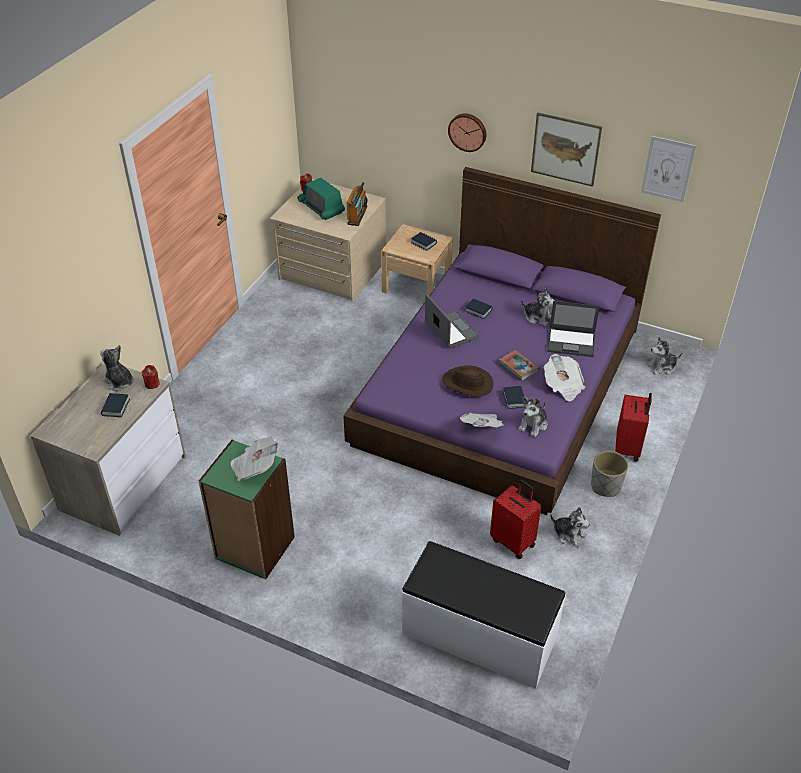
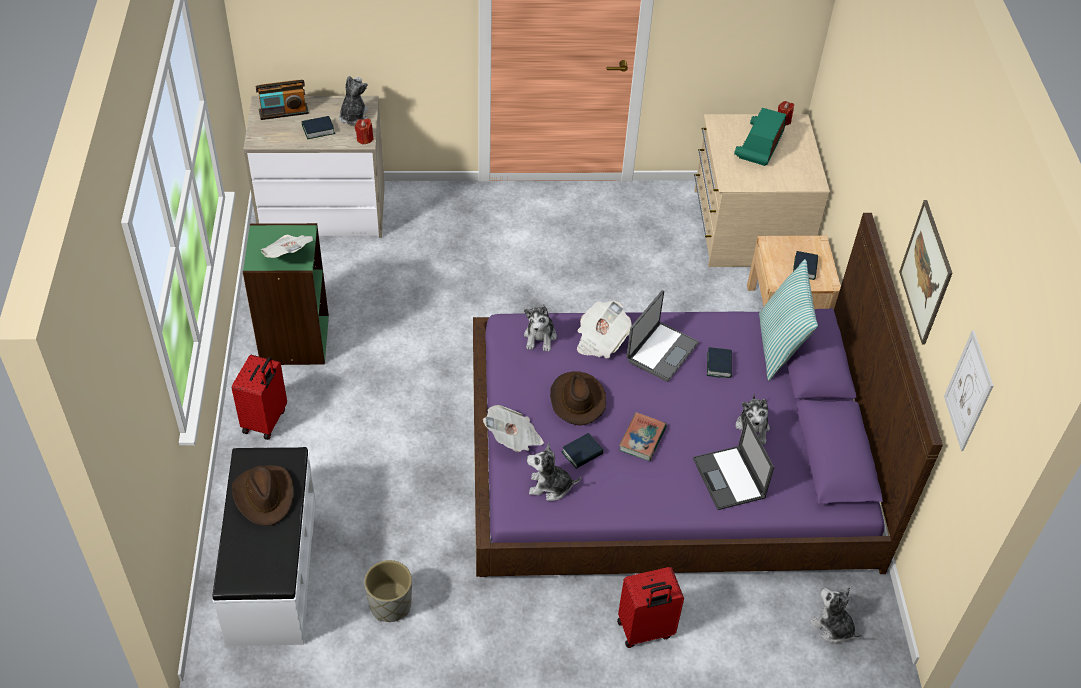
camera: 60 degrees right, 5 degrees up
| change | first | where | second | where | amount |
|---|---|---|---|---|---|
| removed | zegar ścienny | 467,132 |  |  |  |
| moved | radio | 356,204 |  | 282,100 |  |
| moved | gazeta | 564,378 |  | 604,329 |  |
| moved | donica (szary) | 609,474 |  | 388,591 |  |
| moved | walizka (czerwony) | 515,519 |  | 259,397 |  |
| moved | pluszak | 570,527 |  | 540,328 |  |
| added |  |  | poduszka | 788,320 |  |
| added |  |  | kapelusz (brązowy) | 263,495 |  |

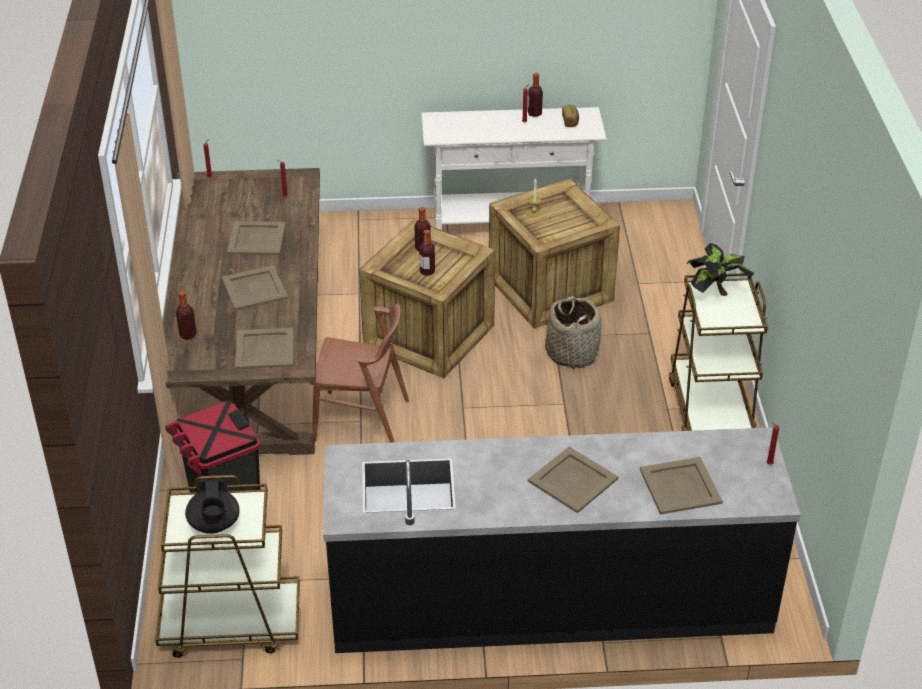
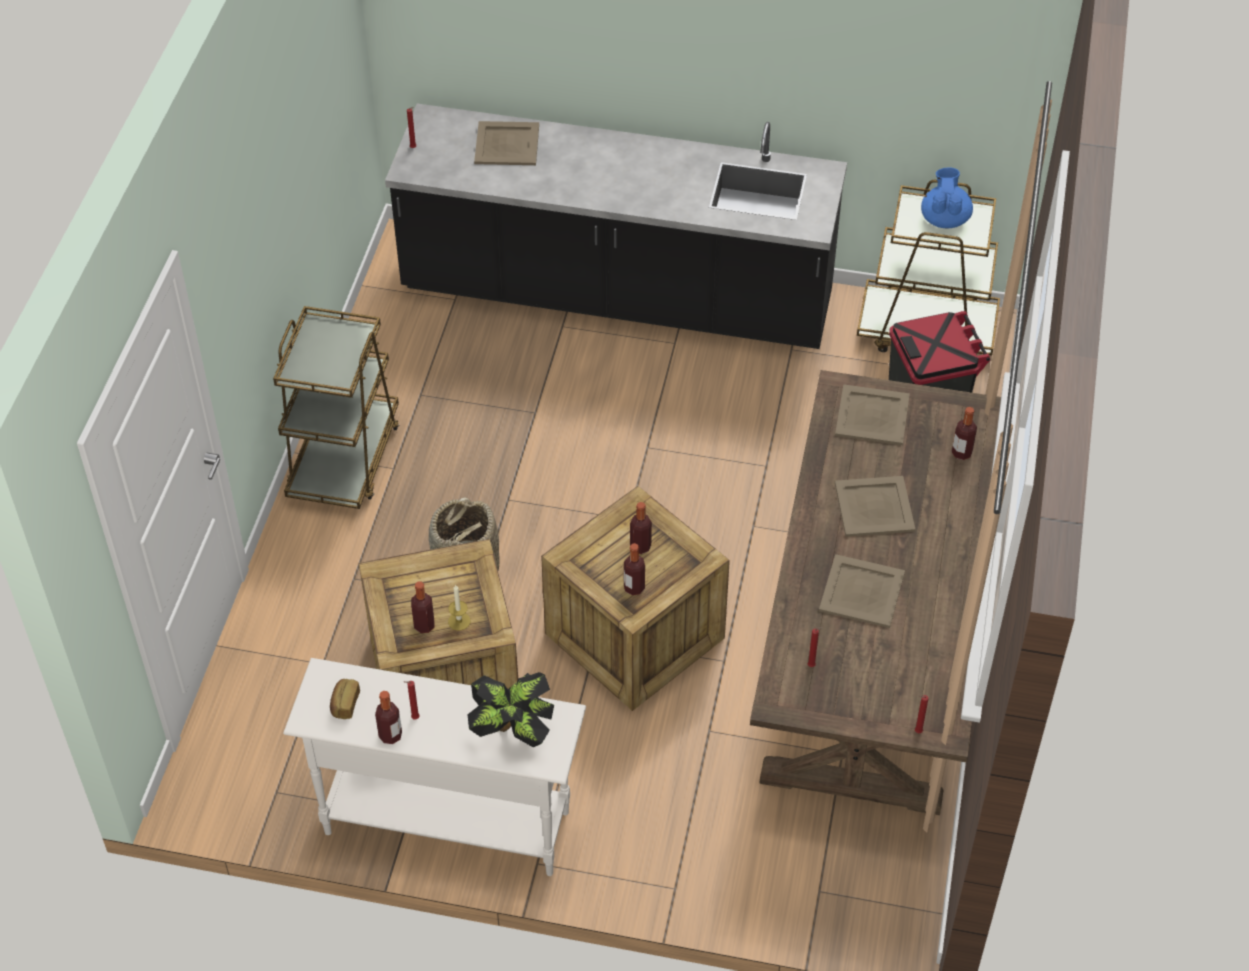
camera: 165 degrees left, 10 degrees up
| change | first | where | second | where | amount |
|---|---|---|---|---|---|
| moved | roślina doniczkowa | 720,269 |  | 511,709 |  |
| removed | krzesło (brązowy) | 359,373 |  |  |  |
| removed | taca (beżowy) | 573,480 |  |  |  |
| recoloured | imbryk (czarny) | 212,506 | imbryk (niebieski) | 947,197 |  |
| added |  |  | butelka | 423,607 |  |

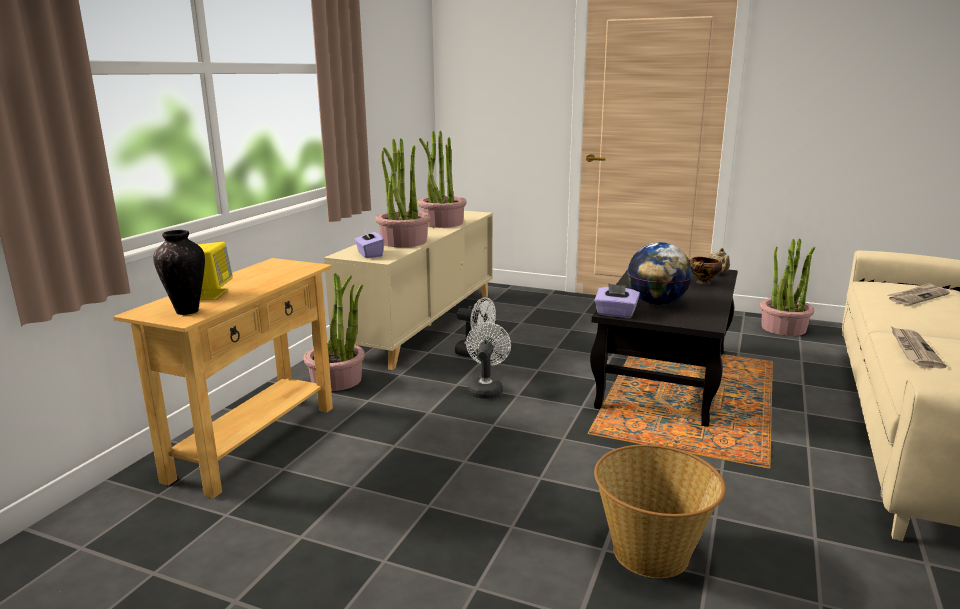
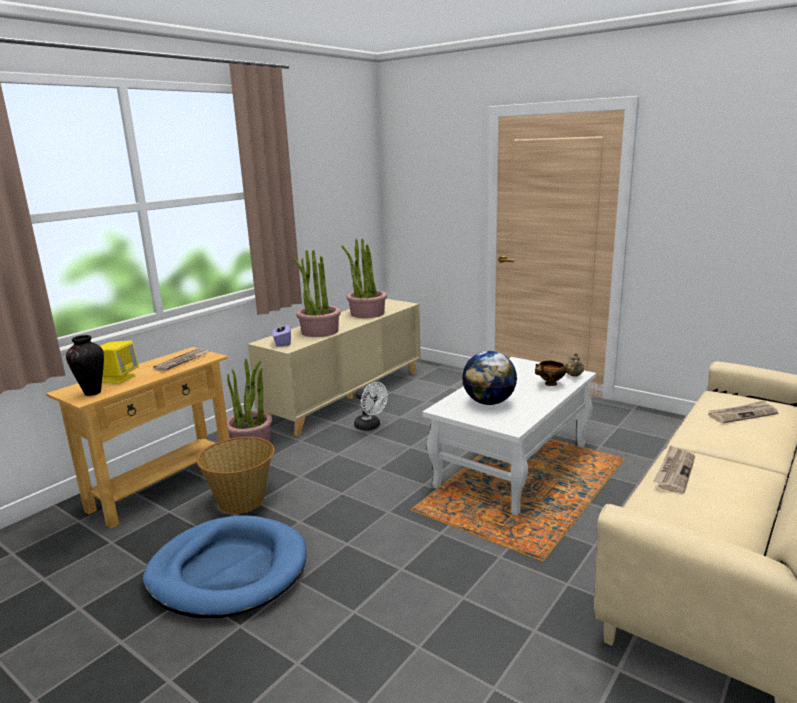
camera: 15 degrees right, 0 degrees up
| change | first | where | second | where | amount |
|---|---|---|---|---|---|
| removed | roślina doniczkowa | 787,287 |  |  |  |
| recoloured | ława (czarny) | 664,348 | ława (biały) | 509,436 |  |
| removed | pudełko chusteczek (fioletowy) | 617,300 |  |  |  |
| removed | wentylator (biały) | 488,360 |  |  |  |
| moved | koszyk | 660,511 |  | 236,475 |  |
| added |  |  | gazeta | 181,359 |  |
| added |  |  | legowisko (niebieski) | 224,566 |  |

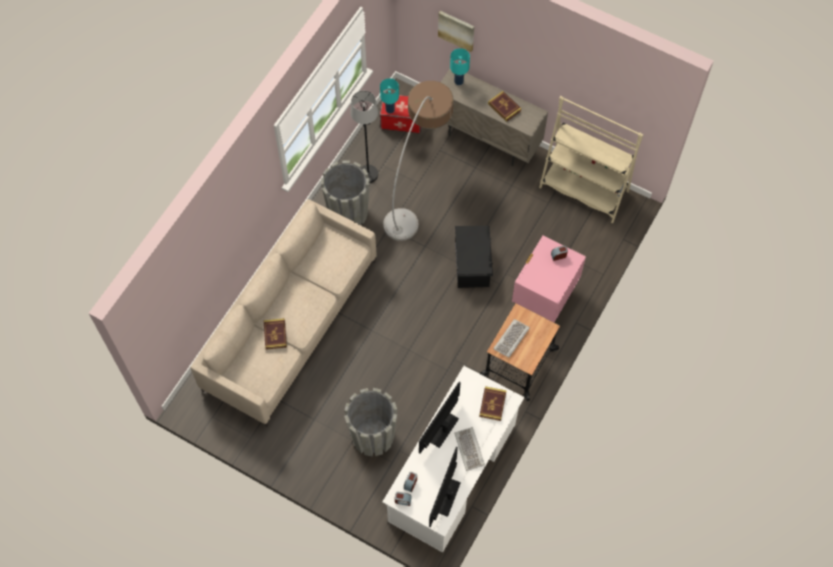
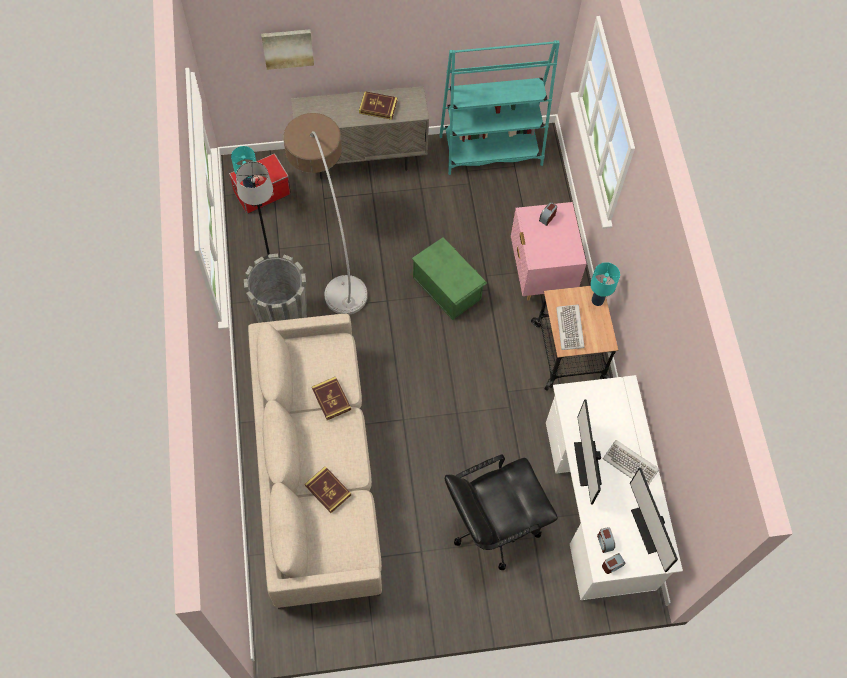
camera: 40 degrees left, 0 degrees up
| change | first | where | second | where | amount |
|---|---|---|---|---|---|
| moved | lampa stołowa (turkusowy) | 460,66 |  | 605,284 |  |
| recoloured | regał (beżowy) | 591,159 | regał (turkusowy) | 500,107 |  |
| recoloured | pojemnik do przechowywania (czarny) | 474,257 | pojemnik do przechowywania (zielony) | 449,278 |  |
| moved | książka | 493,403 |  | 331,398 |  |
| replaced | donica (szary) | 370,422 | krzesło biurowe (czarny) | 501,512 |  |

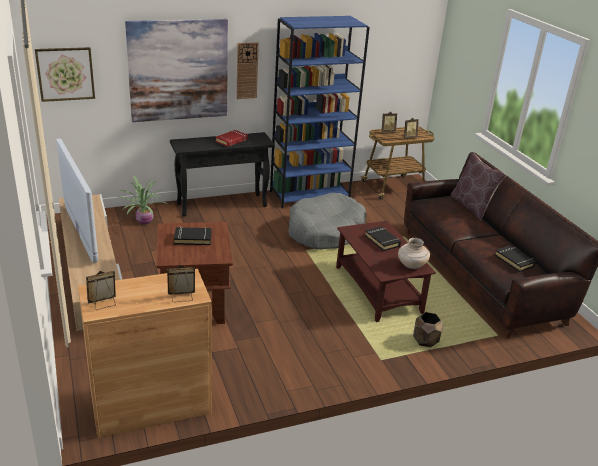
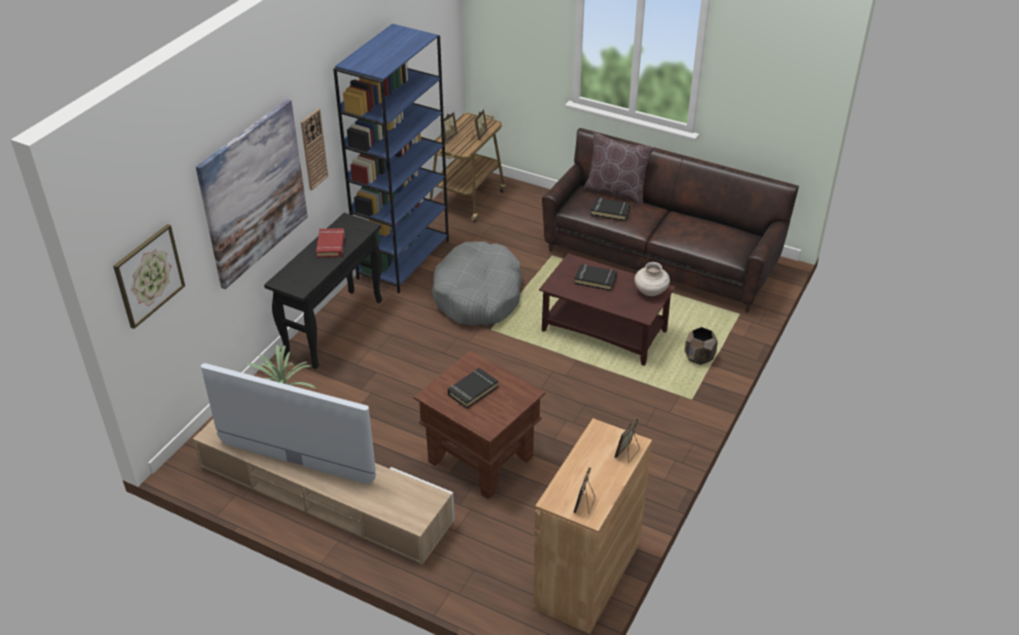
camera: 40 degrees left, 10 degrees up
| change | first | where | second | where | amount |
|---|---|---|---|---|---|
| moved | książka (czarny) | 515,258 |  | 610,209 |  |

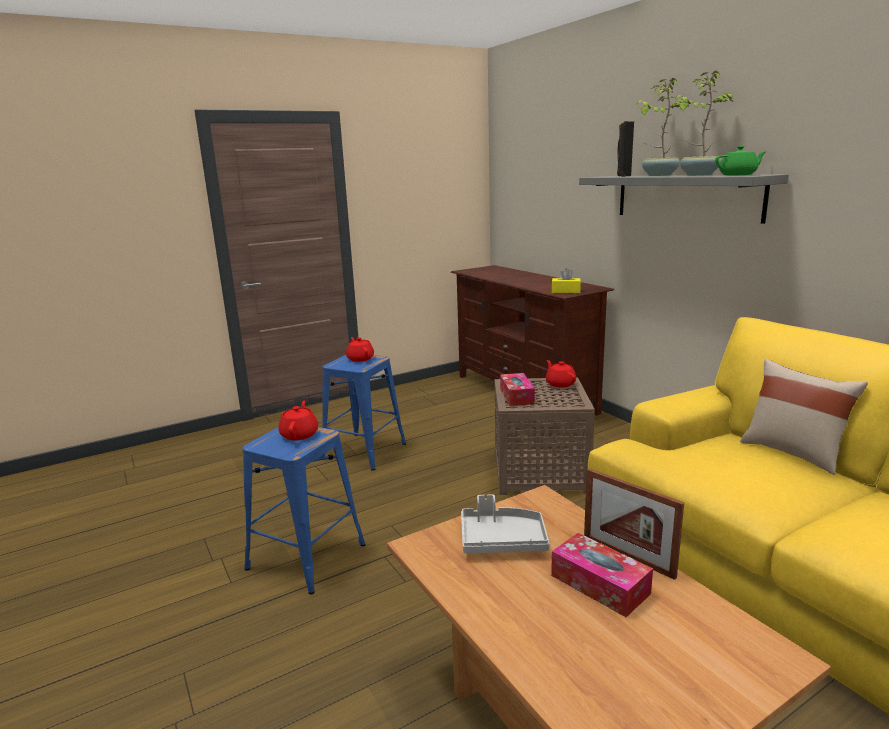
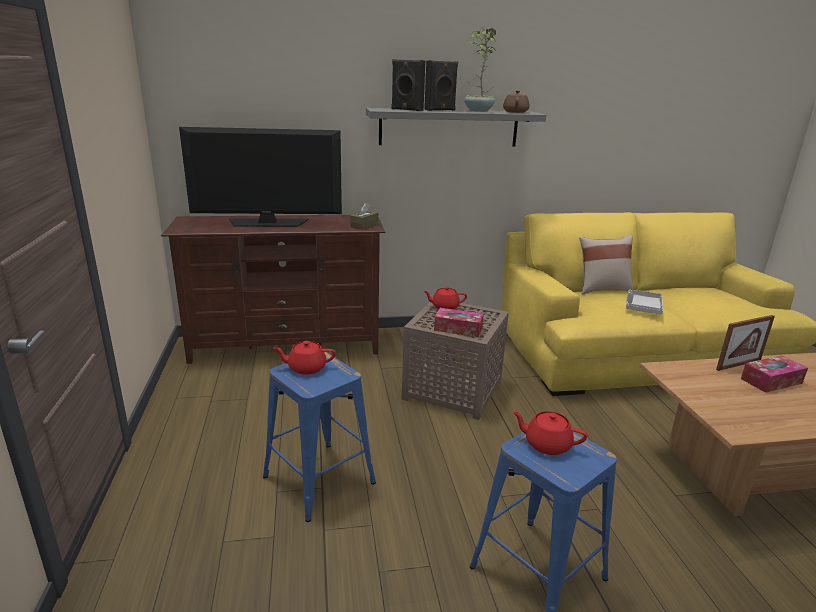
camera: 70 degrees left, 5 degrees up
| change | first | where | second | where | amount |
|---|---|---|---|---|---|
| replaced | roślina doniczkowa | 663,127 | głośnik (czarny) | 441,85 |  |
| recoloured | imbryk (zielony) | 741,160 | imbryk (brązowy) | 516,101 |  |
| recoloured | pudełko chusteczek (żółty) | 566,280 | pudełko chusteczek (brązowy) | 364,216 |  |
| moved | taca (szary) | 505,523 |  | 644,302 |  |
| added |  |  | telewizor | 260,177 |  |

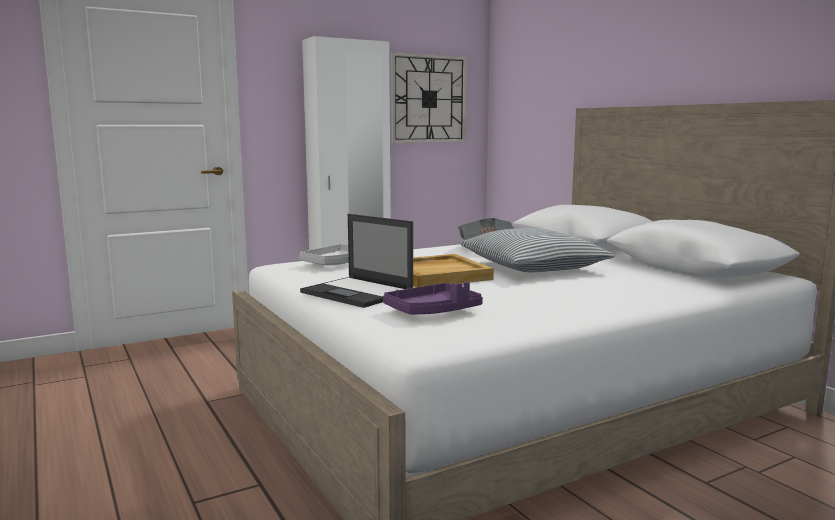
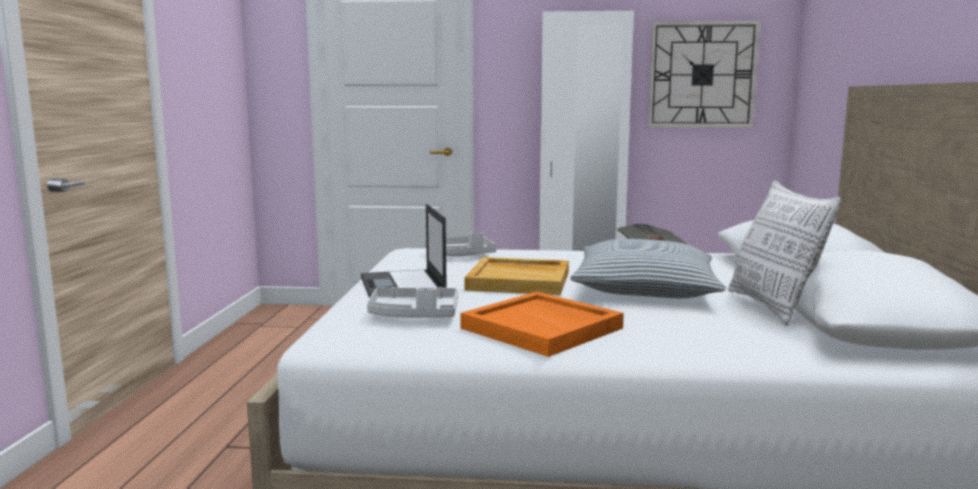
camera: 35 degrees right, 0 degrees up
| change | first | where | second | where | amount |
|---|---|---|---|---|---|
| recoloured | taca (fioletowy) | 433,297 | taca (szary) | 412,302 |  |
| added |  |  | poduszka | 785,253 |  |
| added |  |  | taca (pomarańczowy) | 542,324 |  |

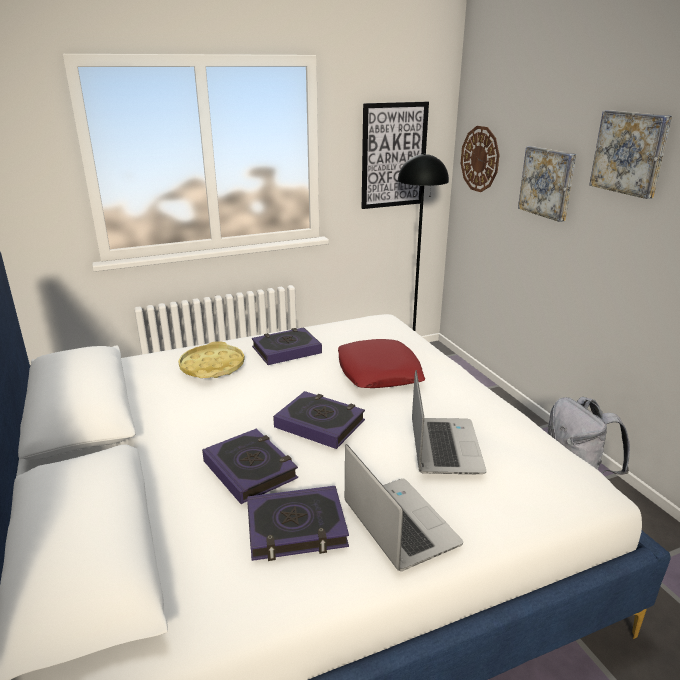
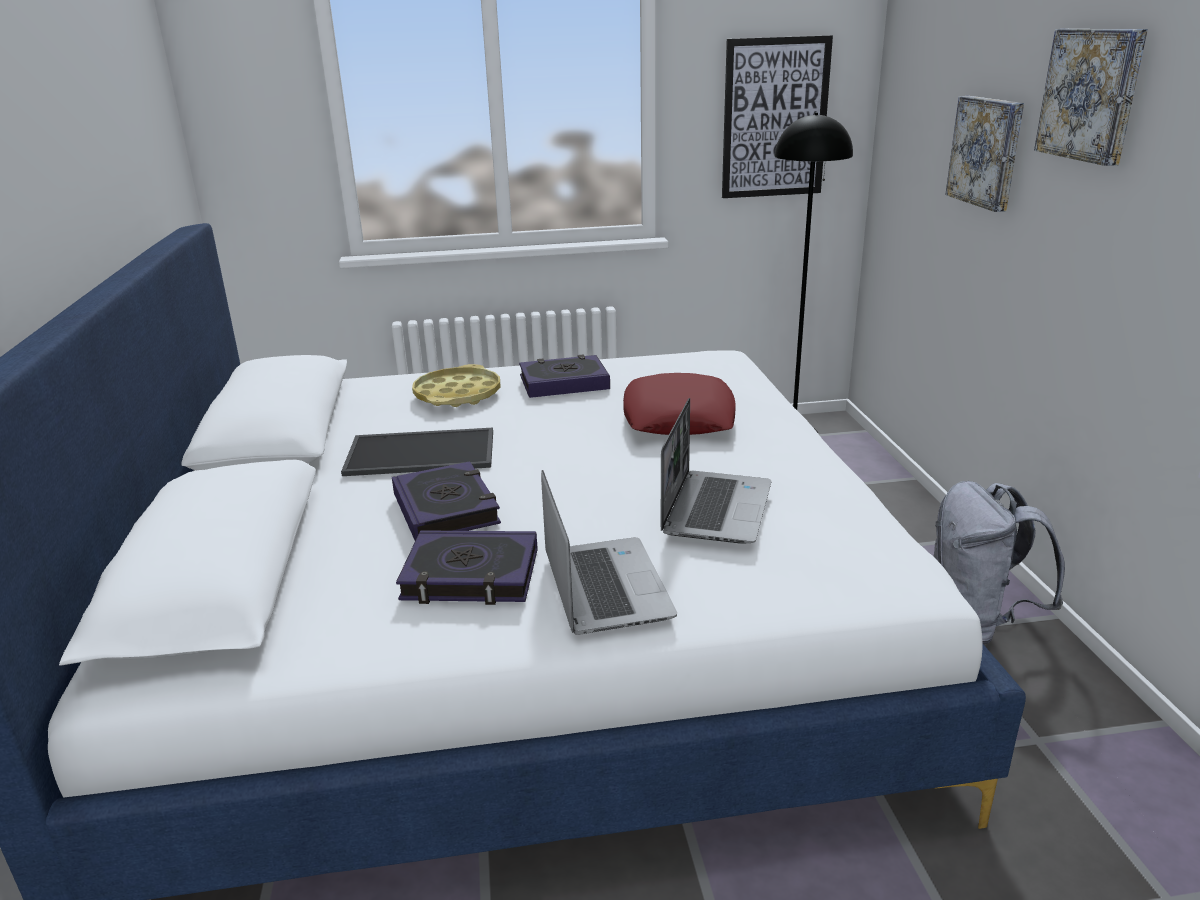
camera: 15 degrees right, 0 degrees up
| change | first | where | second | where | amount |
|---|---|---|---|---|---|
| removed | zegar ścienny | 480,159 |  |  |  |
| removed | książka | 319,420 |  |  |  |
| added |  |  | taca | 417,452 |  |

